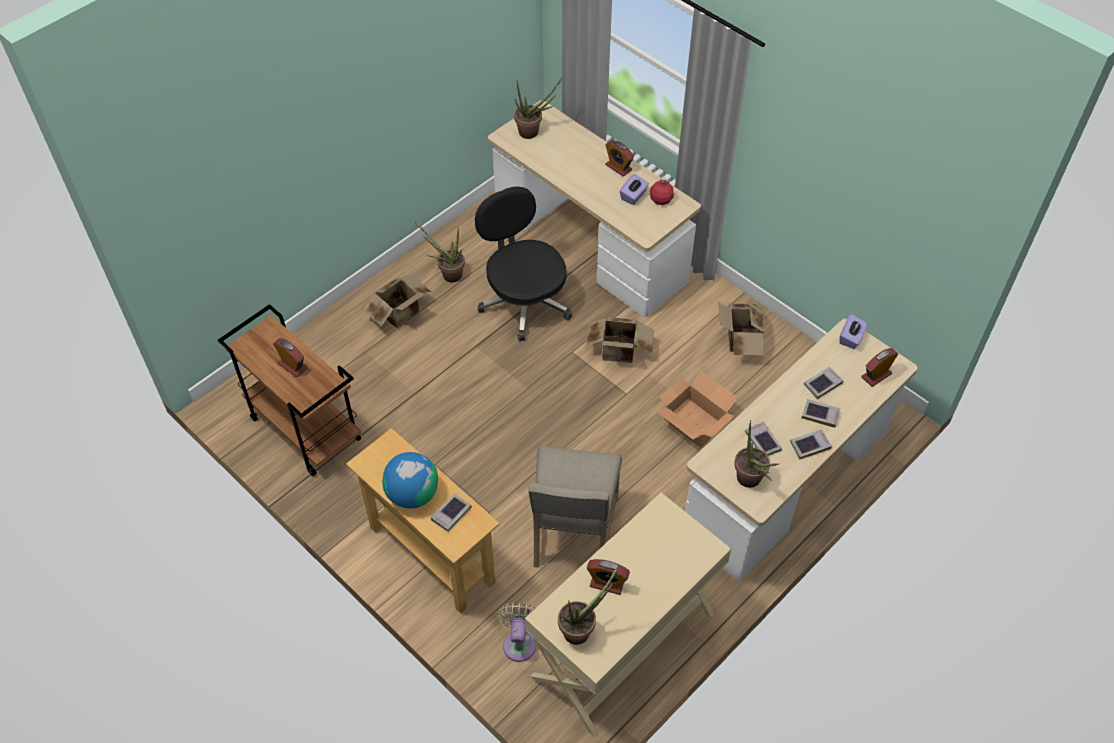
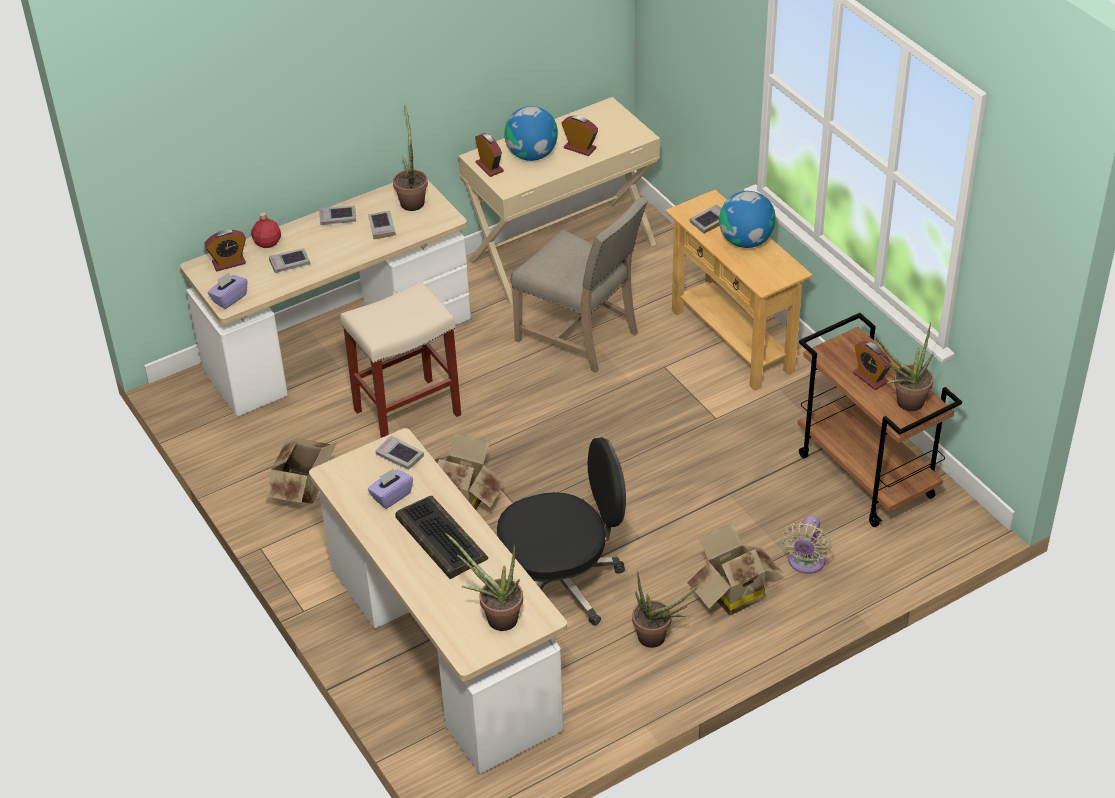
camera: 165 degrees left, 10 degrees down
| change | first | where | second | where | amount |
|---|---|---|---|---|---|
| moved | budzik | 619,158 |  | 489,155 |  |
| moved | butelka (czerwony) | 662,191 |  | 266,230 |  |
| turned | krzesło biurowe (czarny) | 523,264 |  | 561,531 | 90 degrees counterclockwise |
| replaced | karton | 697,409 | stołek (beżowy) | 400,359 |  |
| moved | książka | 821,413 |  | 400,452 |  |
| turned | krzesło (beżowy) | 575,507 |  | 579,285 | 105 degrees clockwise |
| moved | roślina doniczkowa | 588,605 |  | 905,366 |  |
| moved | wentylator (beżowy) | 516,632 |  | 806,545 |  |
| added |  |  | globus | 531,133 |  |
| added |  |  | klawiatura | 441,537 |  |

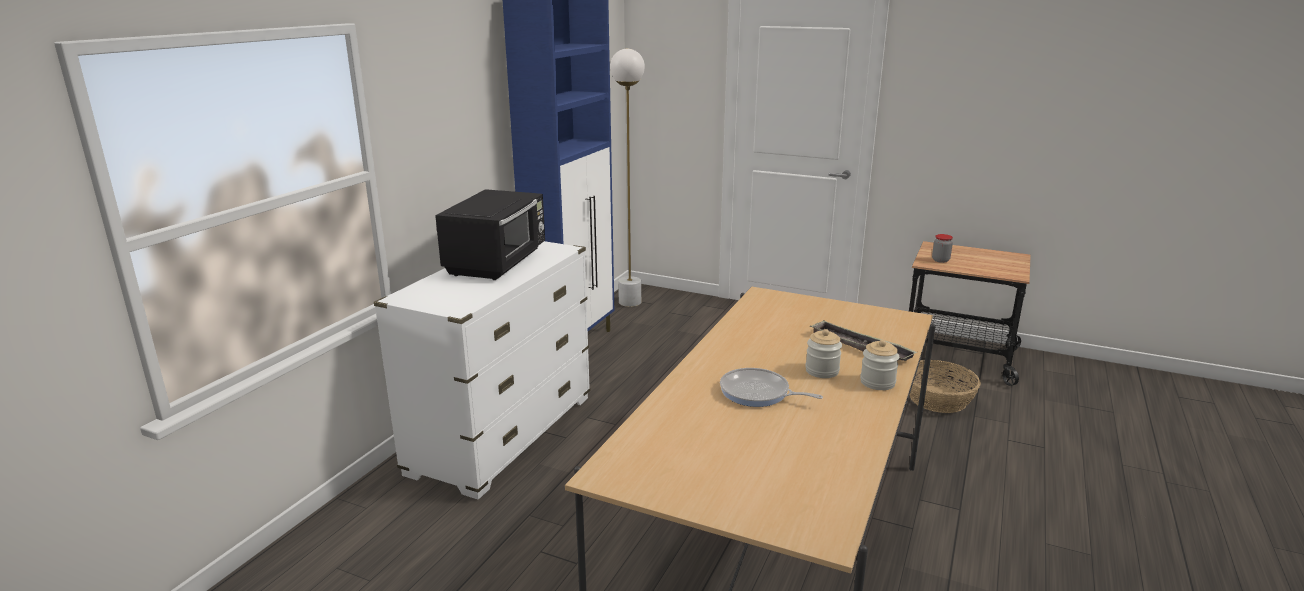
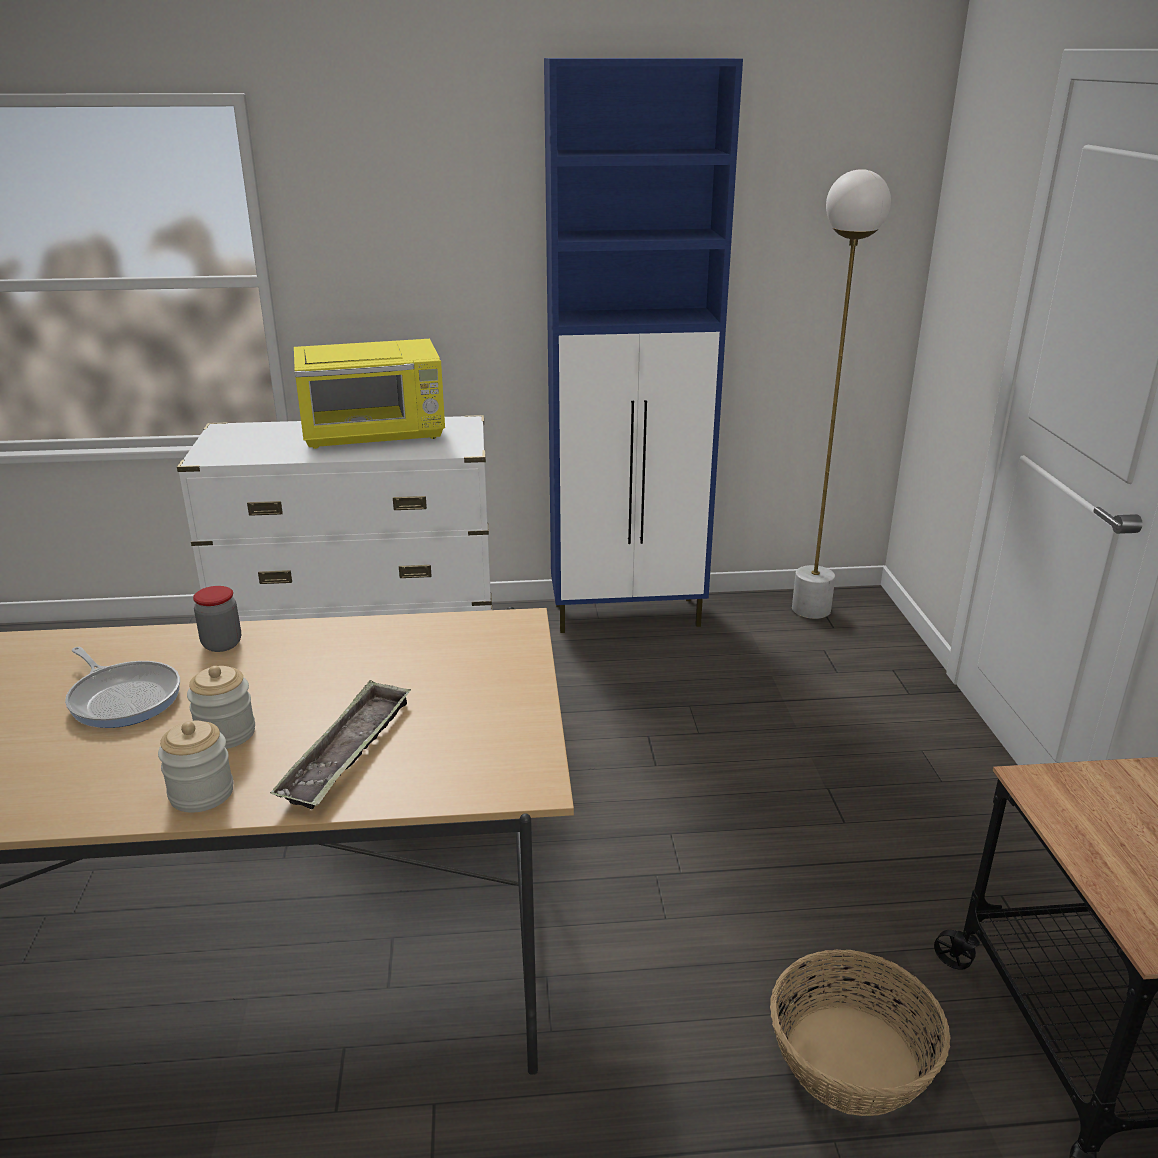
camera: 60 degrees right, 5 degrees up
| change | first | where | second | where | amount |
|---|---|---|---|---|---|
| recoloured | mikrofalówka (czarny) | 490,234 | mikrofalówka (żółty) | 369,394 |  |
| moved | słoik | 942,248 |  | 217,619 |  |
| turned | patelnia | 771,387 |  | 122,687 | 135 degrees clockwise |

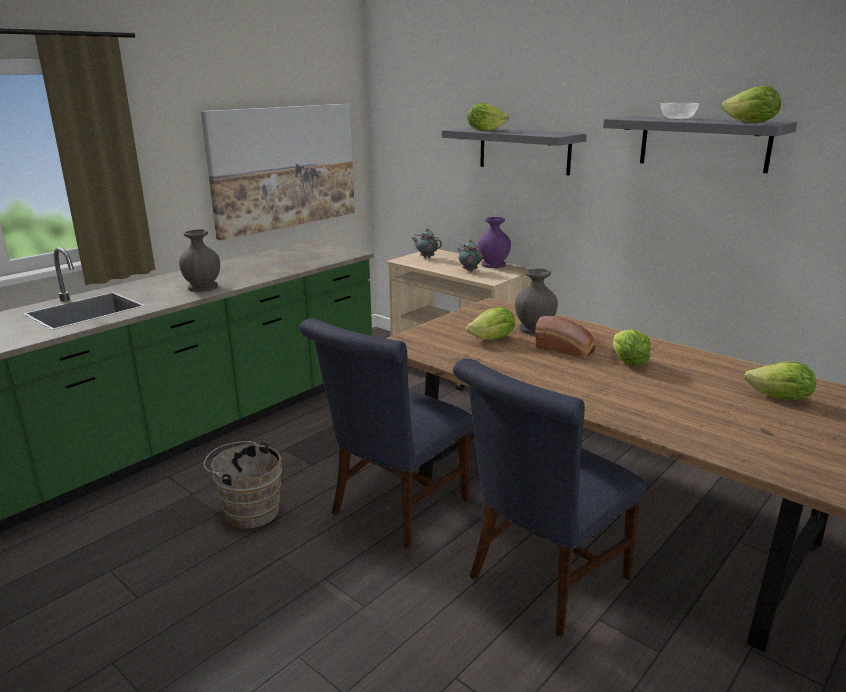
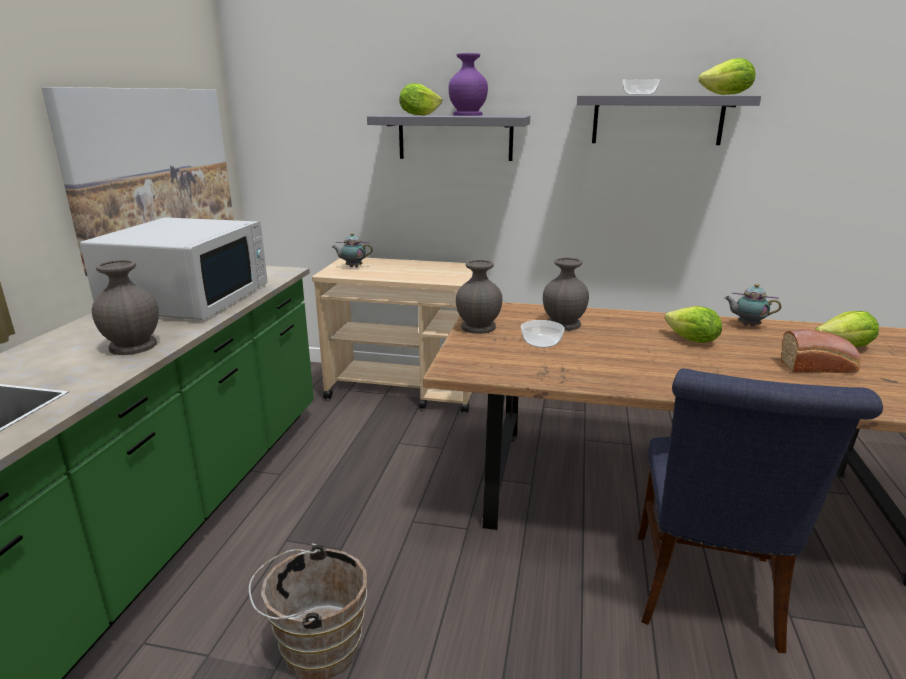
camera: 30 degrees left, 0 degrees up
| change | first | where | second | where | amount |
|---|---|---|---|---|---|
| moved | wazon (fioletowy) | 494,242 |  | 468,84 |  |
| moved | imbryk | 470,256 |  | 753,305 |  |
| replaced | sałata | 490,323 | miska | 543,334 |  |
| moved | chleb | 565,337 |  | 820,351 |  |
| removed | krzesło (niebieski) | 386,433 |  |  |  |
| added |  |  | mikrofalówka (biały) | 174,268 |  |
| added |  |  | wazon (szary) | 479,297 |  |

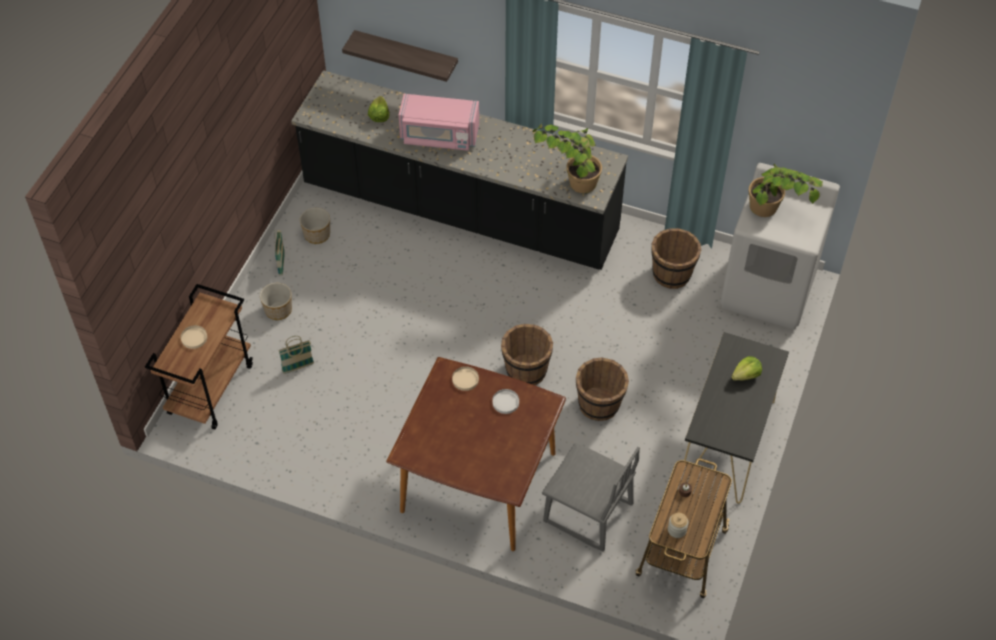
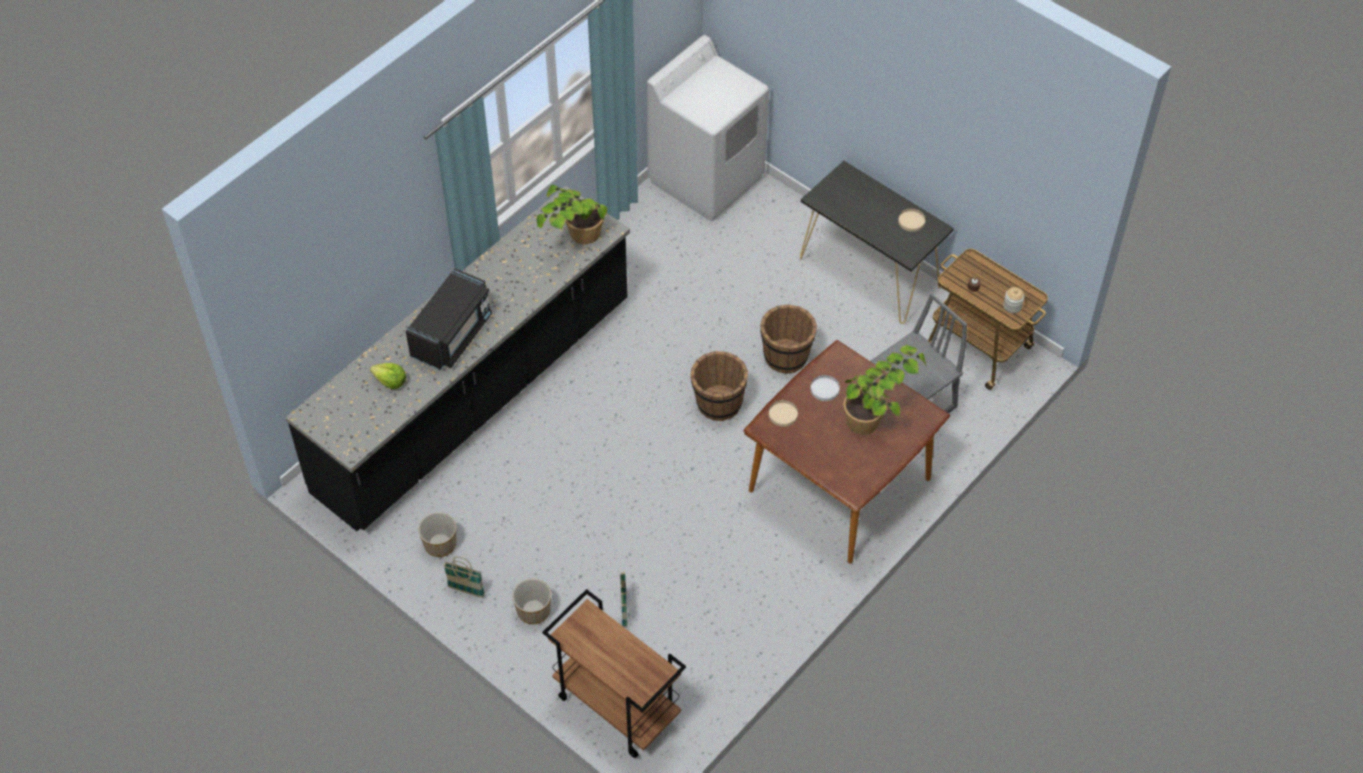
camera: 70 degrees left, 0 degrees up
| change | first | where | second | where | amount |
|---|---|---|---|---|---|
| removed | półka | 400,56 |  |  |  |
| recoloured | mikrofalówka (różowy) | 439,122 | mikrofalówka (czarny) | 449,319 |  |
| moved | roślina doniczkowa | 786,190 |  | 885,389 |  |
| removed | wiadro (brązowy) | 676,258 |  |  |  |
| moved | talerz (beżowy) | 194,337 |  | 912,220 |  |
| removed | sałata | 746,368 |  |  |  |

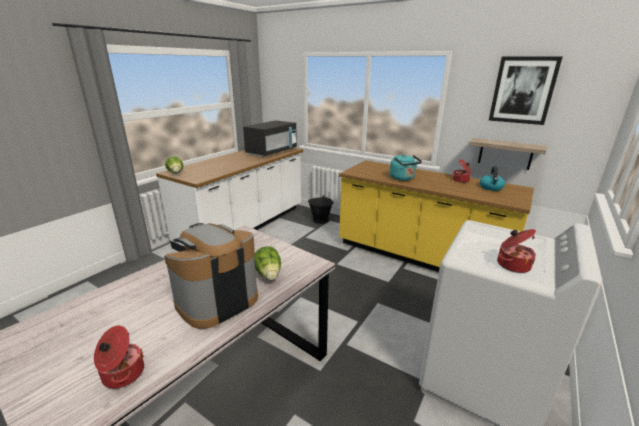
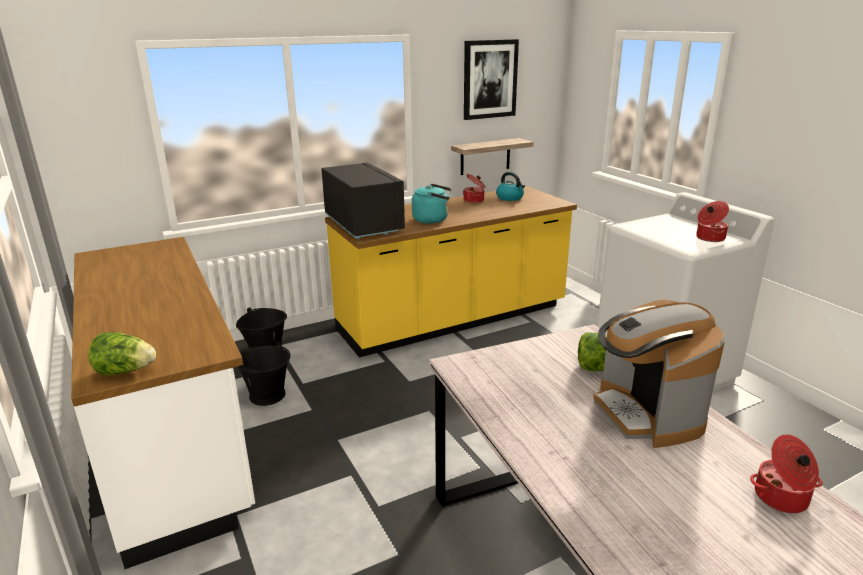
camera: 60 degrees left, 0 degrees up
| change | first | where | second | where | amount |
|---|---|---|---|---|---|
| moved | mikrofalówka (czarny) | 270,138 |  | 363,200 |  |
| added |  |  | wiadro (czarny) | 263,374 |  |

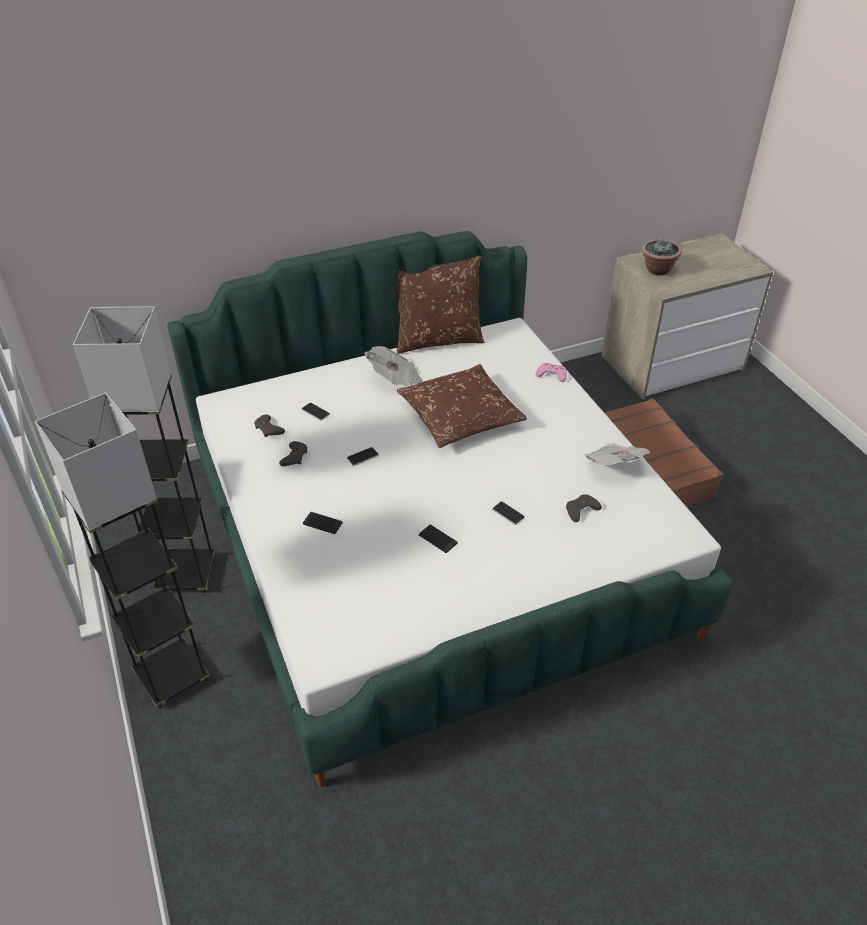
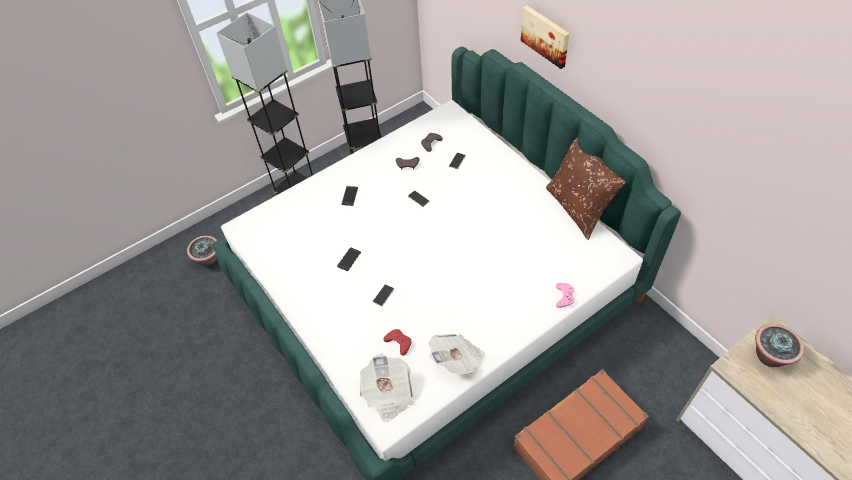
camera: 80 degrees right, 10 degrees up
| change | first | where | second | where | amount |
|---|---|---|---|---|---|
| moved | gazeta | 393,366 |  | 387,388 |  |
| removed | poduszka (brązowy) | 462,406 |  |  |  |
| recoloured | pad do gier (szary) | 584,508 | pad do gier (czerwony) | 397,342 |  |
| added |  |  | obraz | 545,37 |  |
| added |  |  | roślina doniczkowa | 202,251 |  |

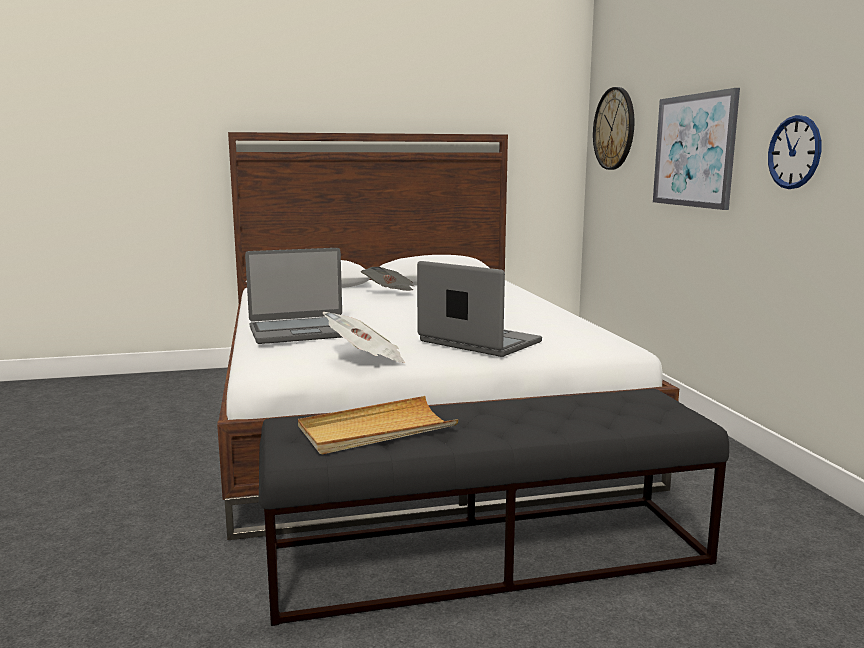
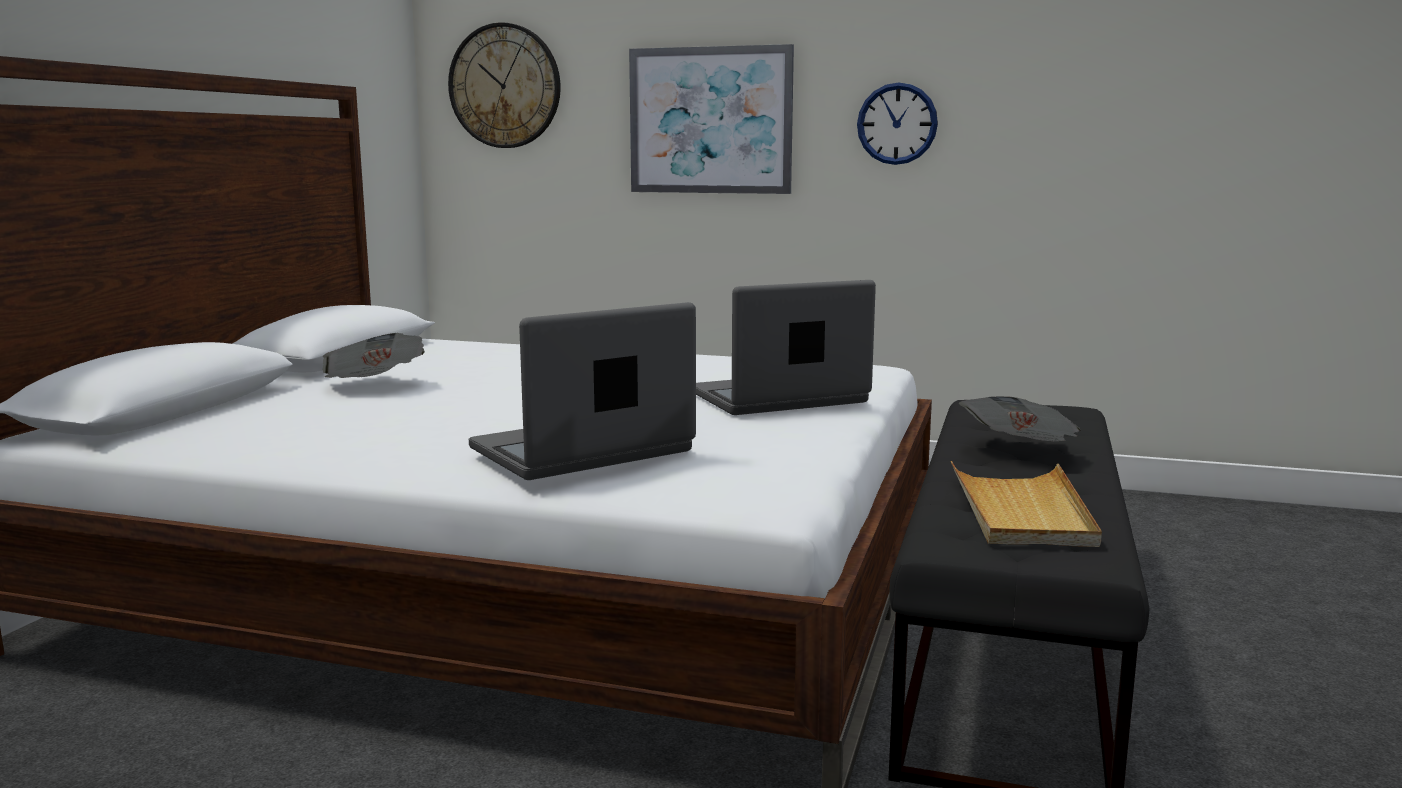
camera: 60 degrees left, 0 degrees up
| change | first | where | second | where | amount |
|---|---|---|---|---|---|
| turned | laptop | 293,296 |  | 582,391 | 135 degrees counterclockwise |
| moved | gazeta | 364,337 |  | 1020,418 |  |

